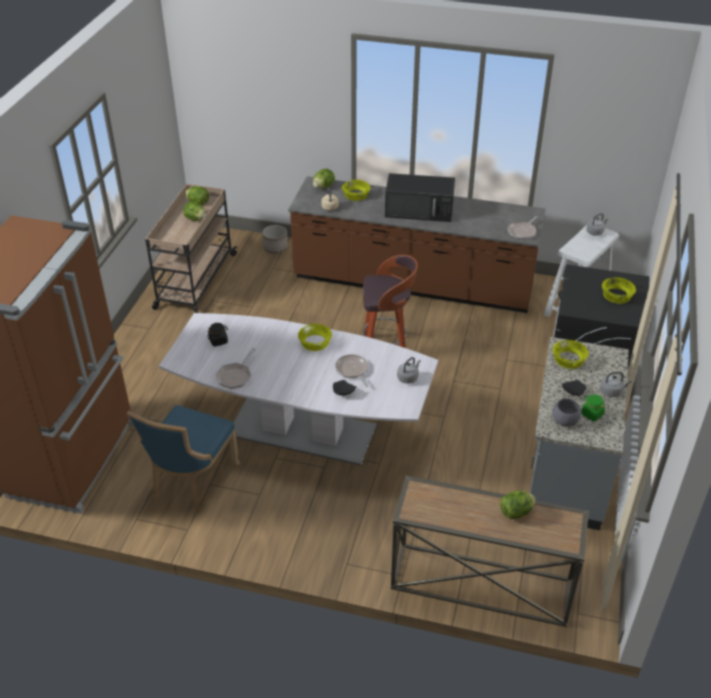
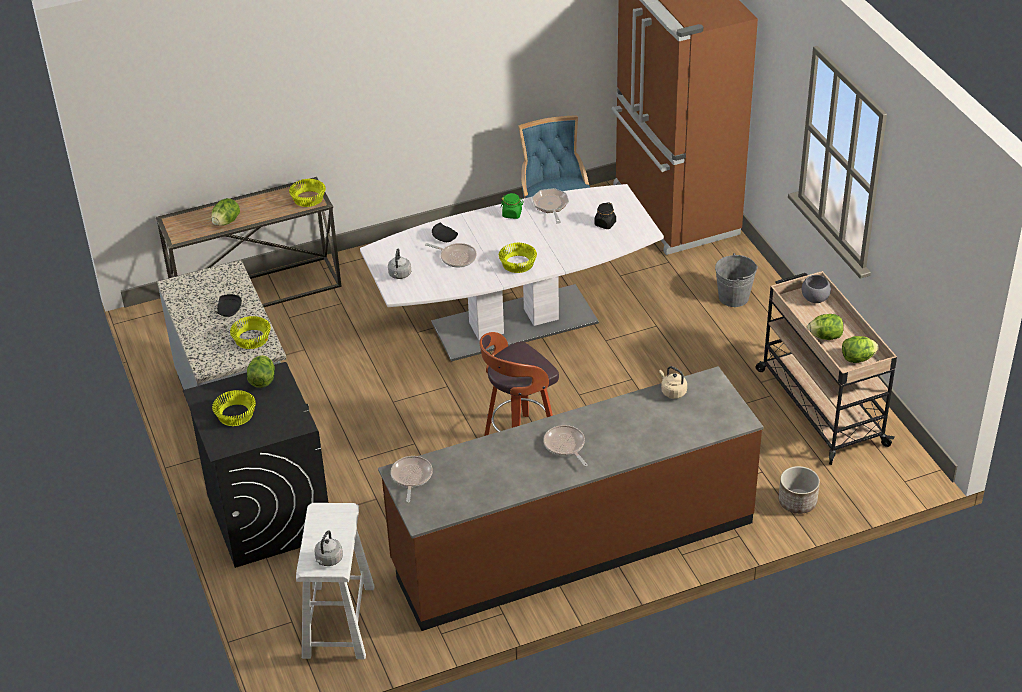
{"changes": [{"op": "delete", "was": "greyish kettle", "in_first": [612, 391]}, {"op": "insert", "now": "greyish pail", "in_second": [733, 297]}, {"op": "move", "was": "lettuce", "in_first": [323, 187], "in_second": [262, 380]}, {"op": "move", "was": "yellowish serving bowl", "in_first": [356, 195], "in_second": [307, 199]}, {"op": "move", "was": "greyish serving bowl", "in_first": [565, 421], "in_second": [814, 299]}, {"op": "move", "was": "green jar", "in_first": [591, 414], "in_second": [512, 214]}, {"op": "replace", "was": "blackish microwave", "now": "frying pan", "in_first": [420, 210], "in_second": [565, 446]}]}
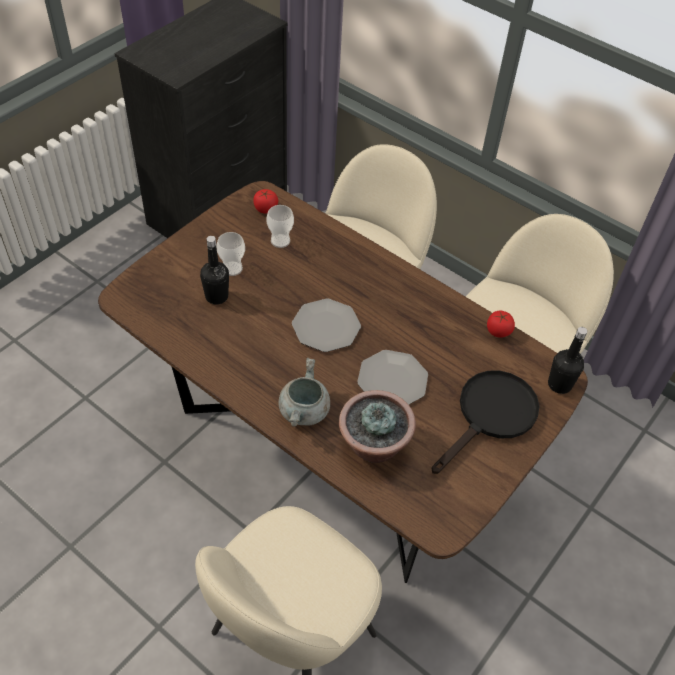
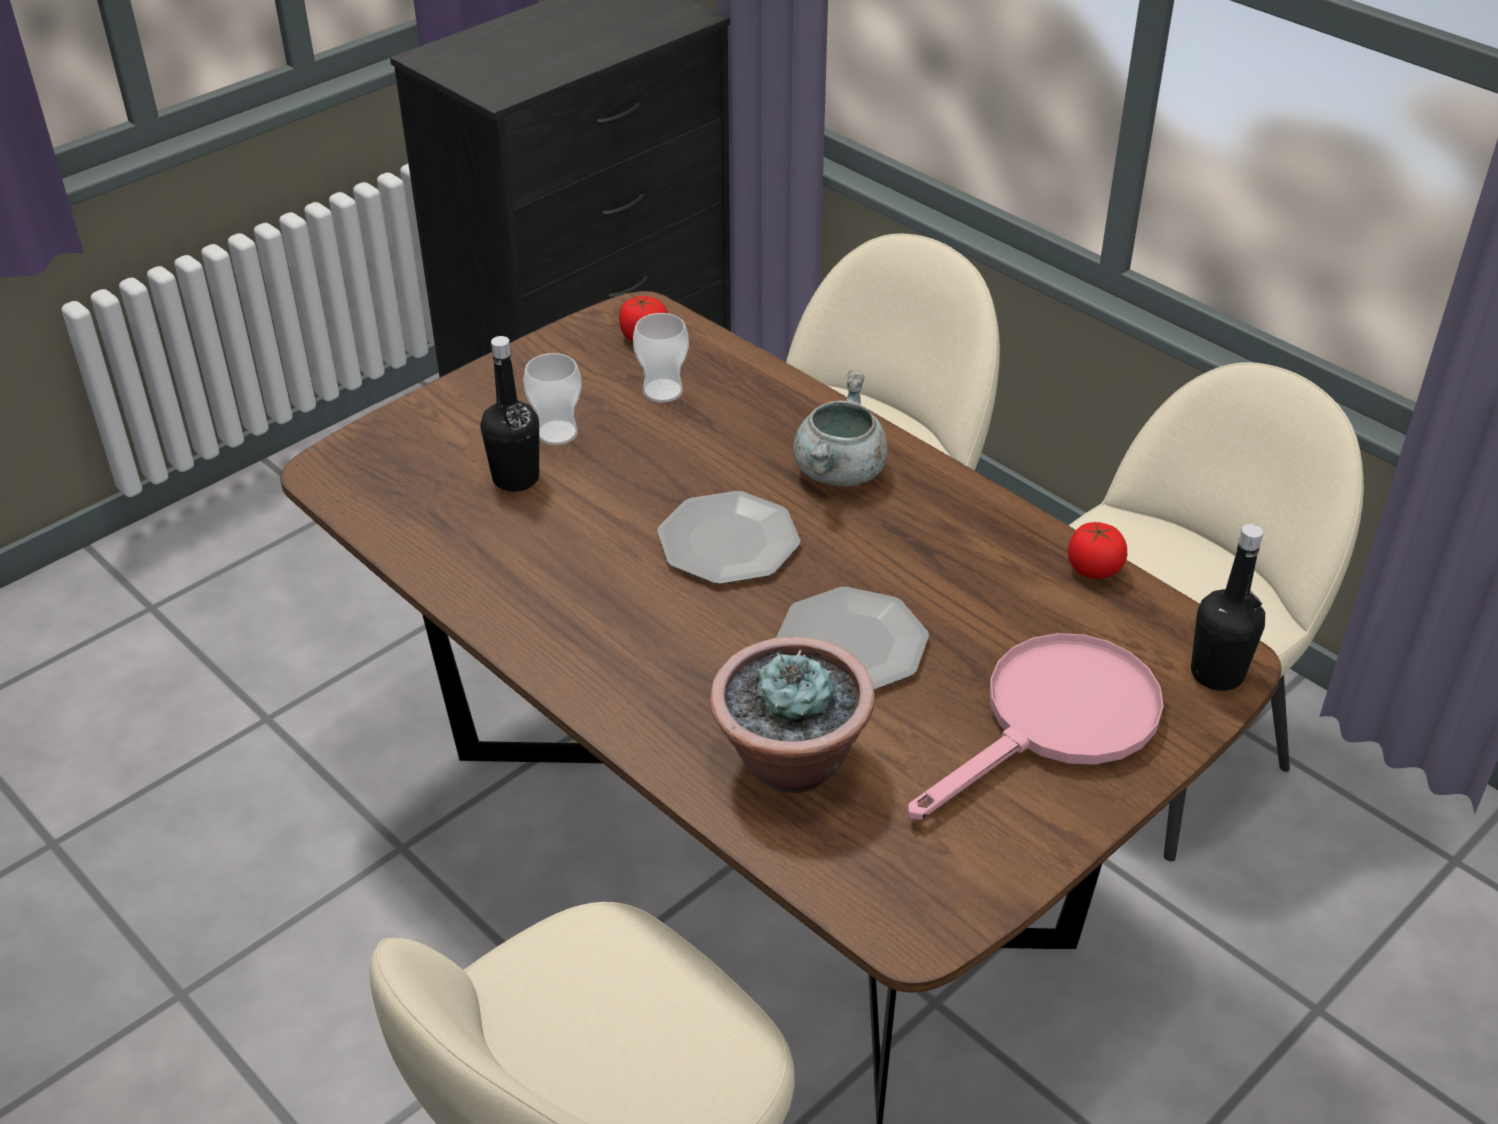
{"changes": [{"op": "move", "was": "greyish stockpot", "in_first": [304, 412], "in_second": [840, 473]}, {"op": "recolor", "was": "blackish frying pan", "now": "pink frying pan", "in_first": [490, 416], "in_second": [1055, 722]}]}
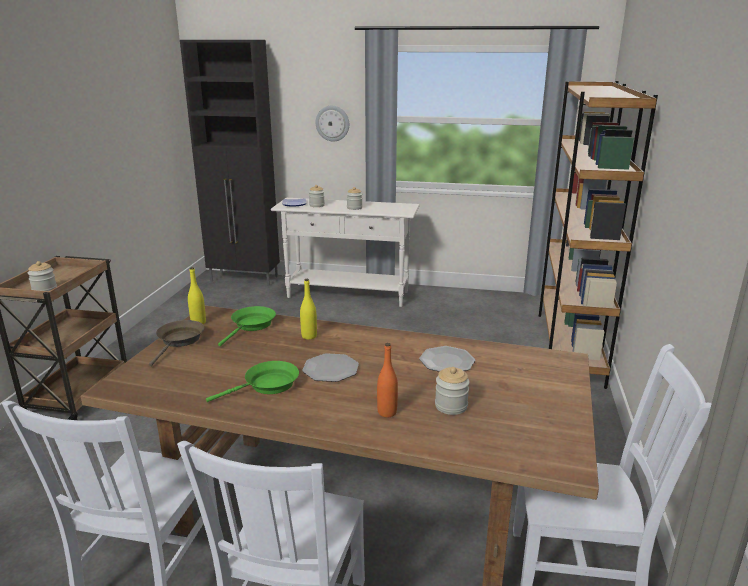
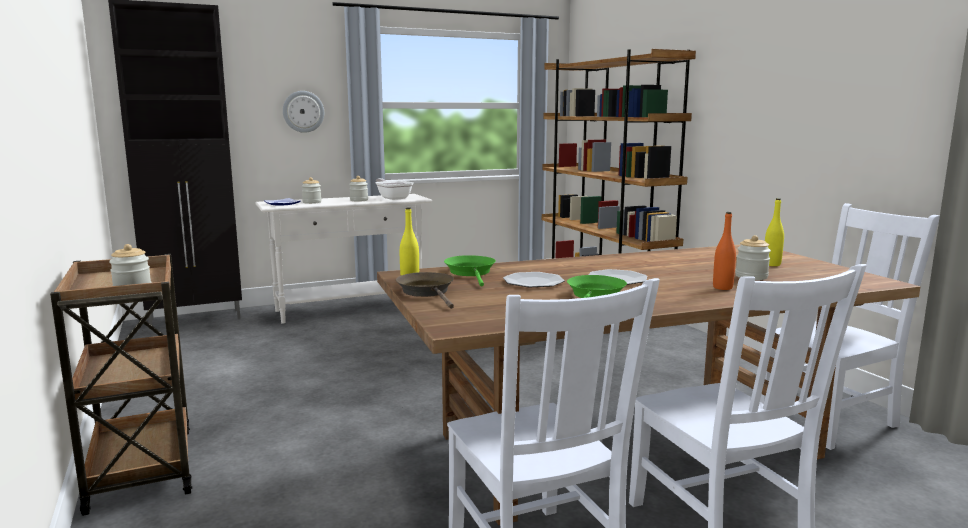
{"changes": [{"op": "insert", "now": "frying pan", "in_second": [393, 198]}, {"op": "move", "was": "yellowish beverage bottle", "in_first": [309, 336], "in_second": [772, 264]}, {"op": "move", "was": "dinner plate", "in_first": [447, 361], "in_second": [533, 282]}]}
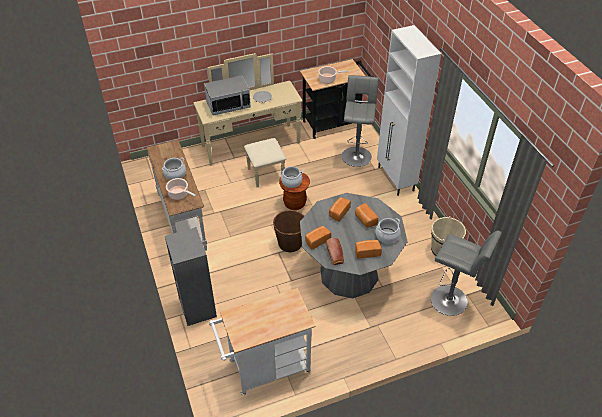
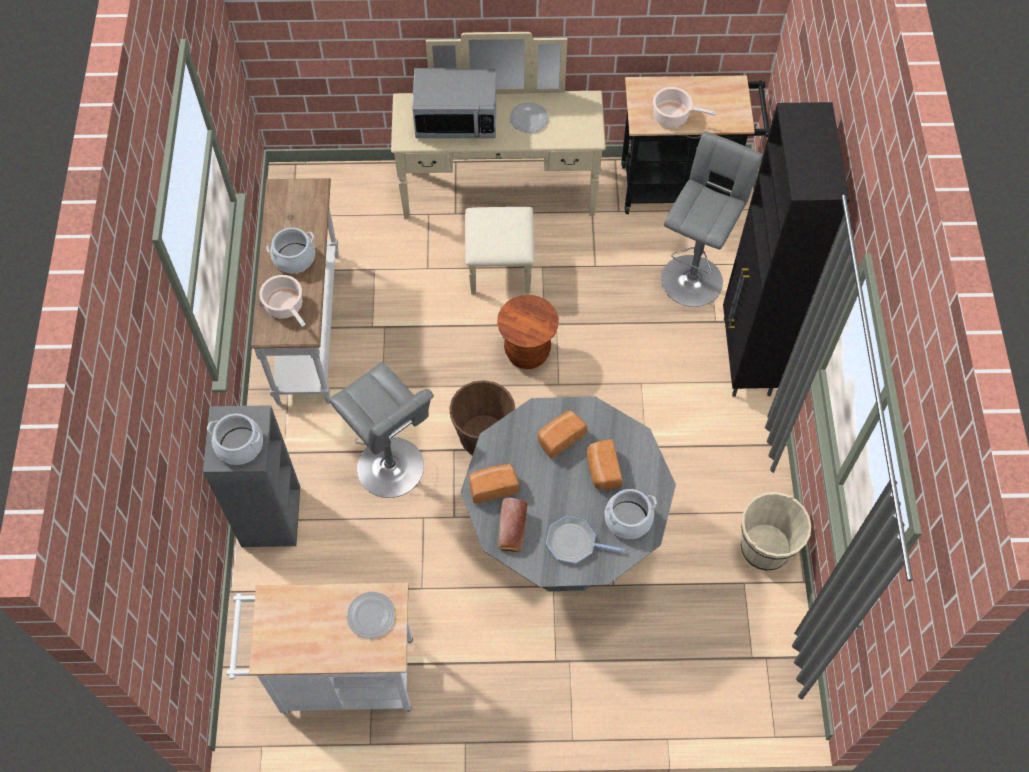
{"changes": [{"op": "insert", "now": "dinner plate", "in_second": [372, 616]}, {"op": "move", "was": "stockpot", "in_first": [291, 182], "in_second": [239, 446]}, {"op": "move", "was": "greyish stool", "in_first": [451, 301], "in_second": [394, 471]}, {"op": "replace", "was": "bread", "now": "frying pan", "in_first": [367, 252], "in_second": [574, 542]}, {"op": "recolor", "was": "whitish cabinet", "now": "blackish cabinet", "in_first": [395, 179], "in_second": [746, 358]}]}
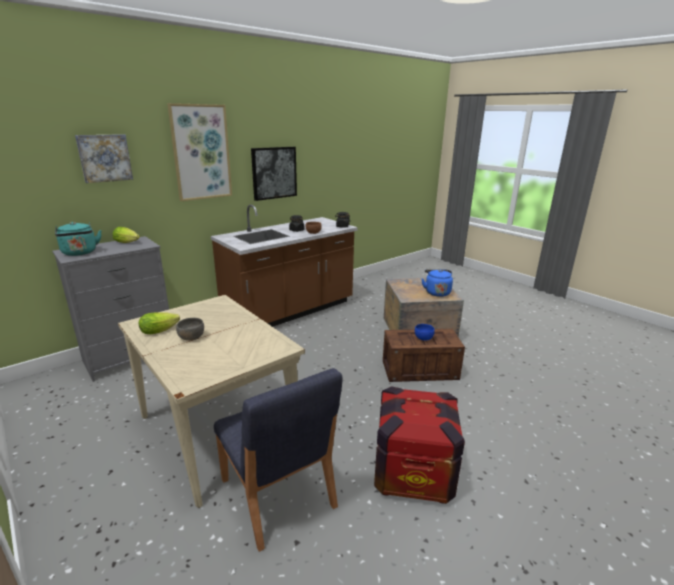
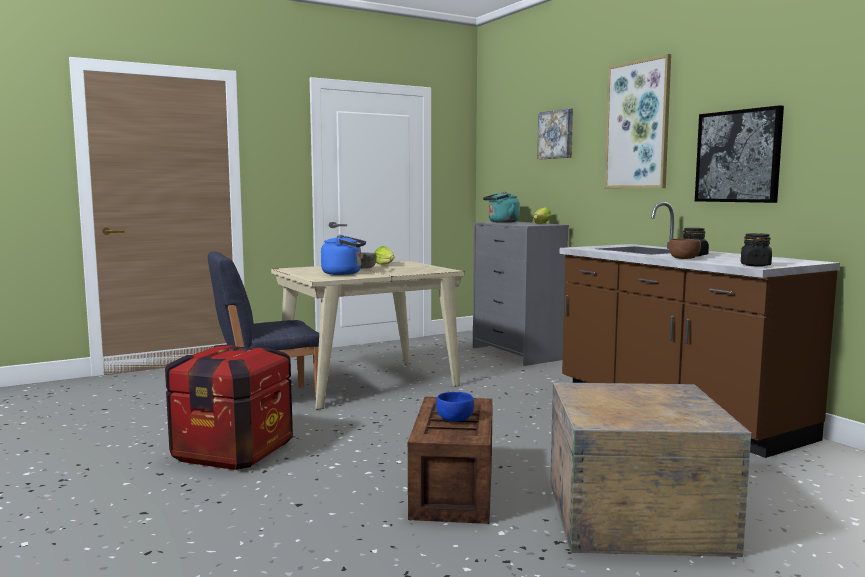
{"changes": [{"op": "move", "was": "bluish kettle", "in_first": [436, 292], "in_second": [344, 273]}]}
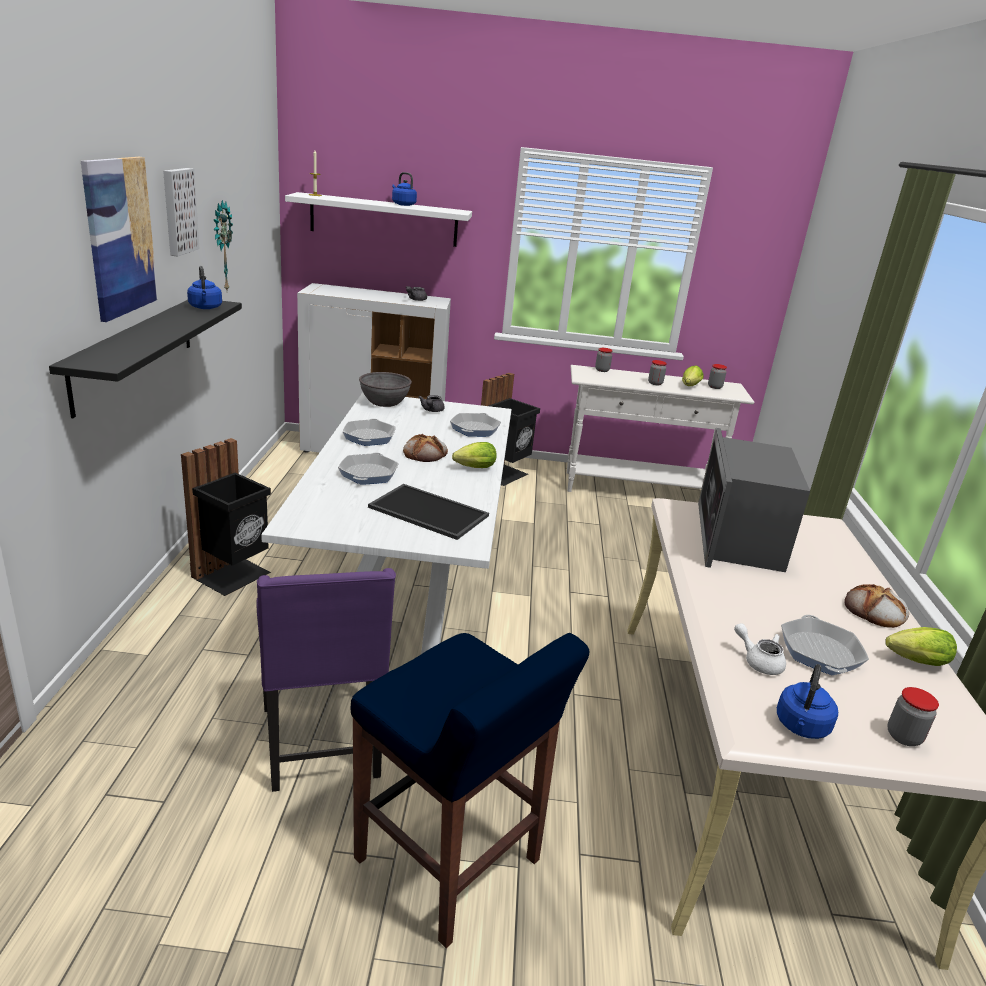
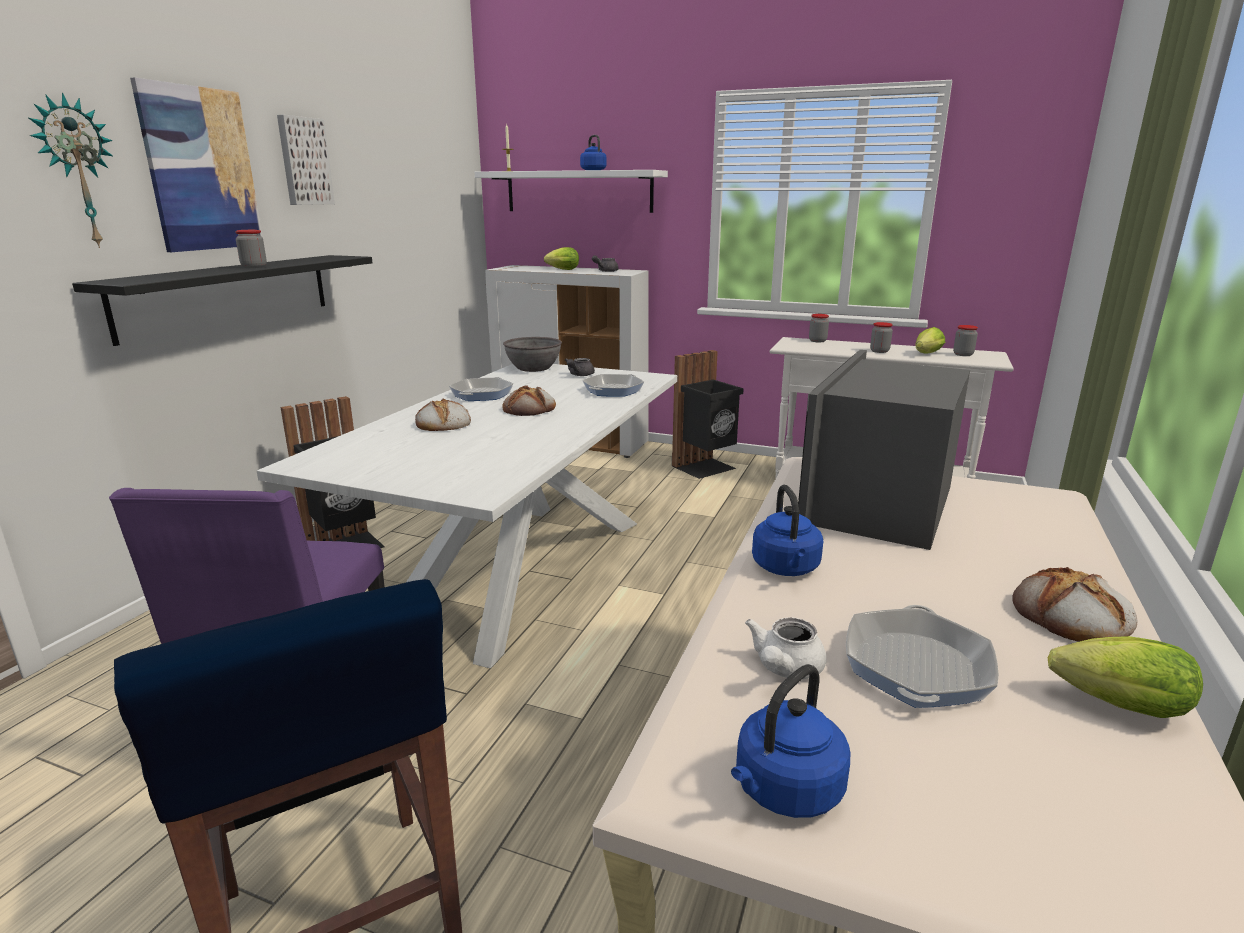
{"changes": [{"op": "delete", "was": "tray", "in_first": [426, 512]}, {"op": "move", "was": "bluish kettle", "in_first": [205, 308], "in_second": [786, 568]}, {"op": "move", "was": "hanging clock", "in_first": [220, 246], "in_second": [77, 173]}, {"op": "move", "was": "lettuce", "in_first": [472, 468], "in_second": [561, 270]}, {"op": "move", "was": "jar", "in_first": [903, 737], "in_second": [254, 267]}, {"op": "replace", "was": "frying pan", "now": "bread", "in_first": [368, 473], "in_second": [442, 424]}, {"op": "rotate", "was": "whitish tea pot", "in_first": [759, 661], "in_second": [784, 669], "clockwise": -120}]}
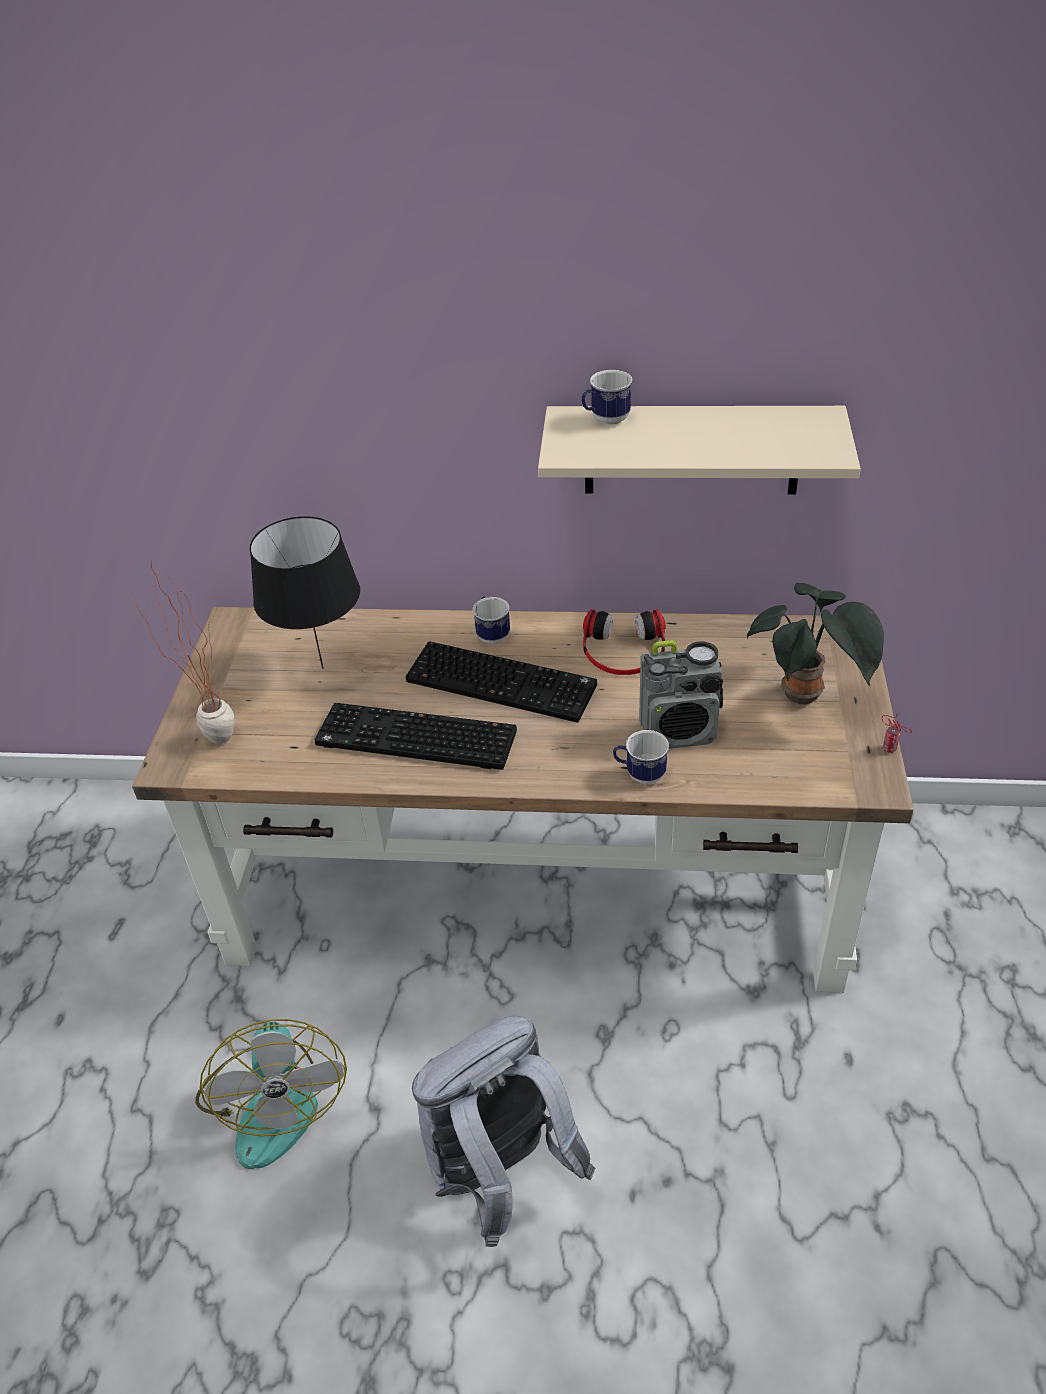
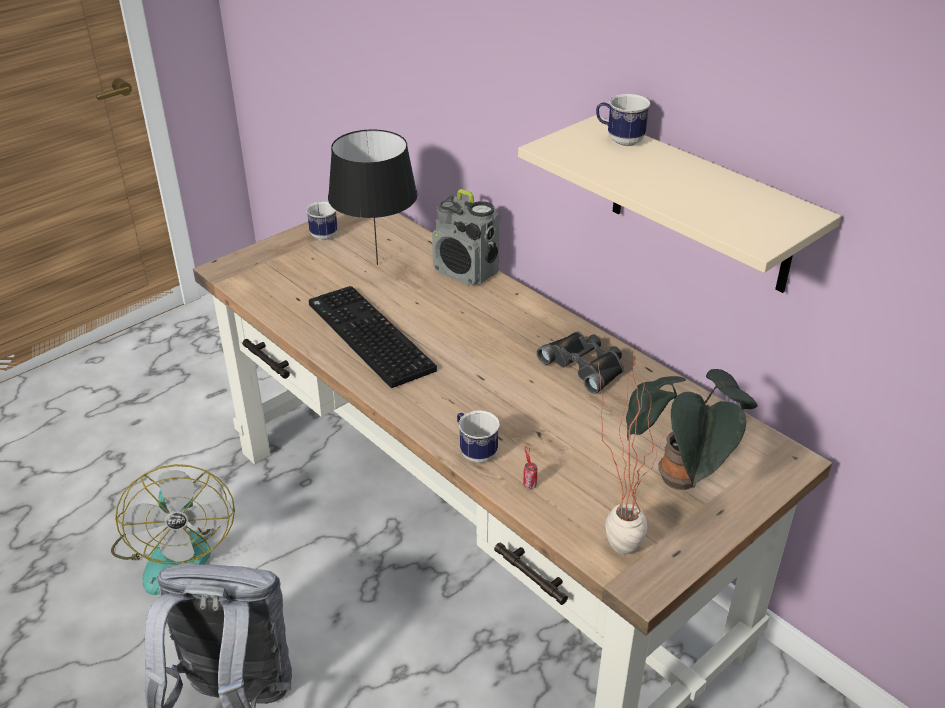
{"changes": [{"op": "delete", "was": "PC keyboard", "in_first": [504, 682]}, {"op": "move", "was": "potted plant", "in_first": [211, 737], "in_second": [614, 540]}, {"op": "move", "was": "coffee mug", "in_first": [491, 634], "in_second": [326, 233]}, {"op": "move", "was": "radio set", "in_first": [679, 732], "in_second": [466, 272]}, {"op": "move", "was": "metal can", "in_first": [891, 749], "in_second": [530, 486]}, {"op": "replace", "was": "headset", "now": "blackish pair of binoculars", "in_first": [623, 650], "in_second": [585, 366]}, {"op": "rotate", "was": "electric fan", "in_first": [274, 1101], "in_second": [175, 550], "clockwise": -45}]}
